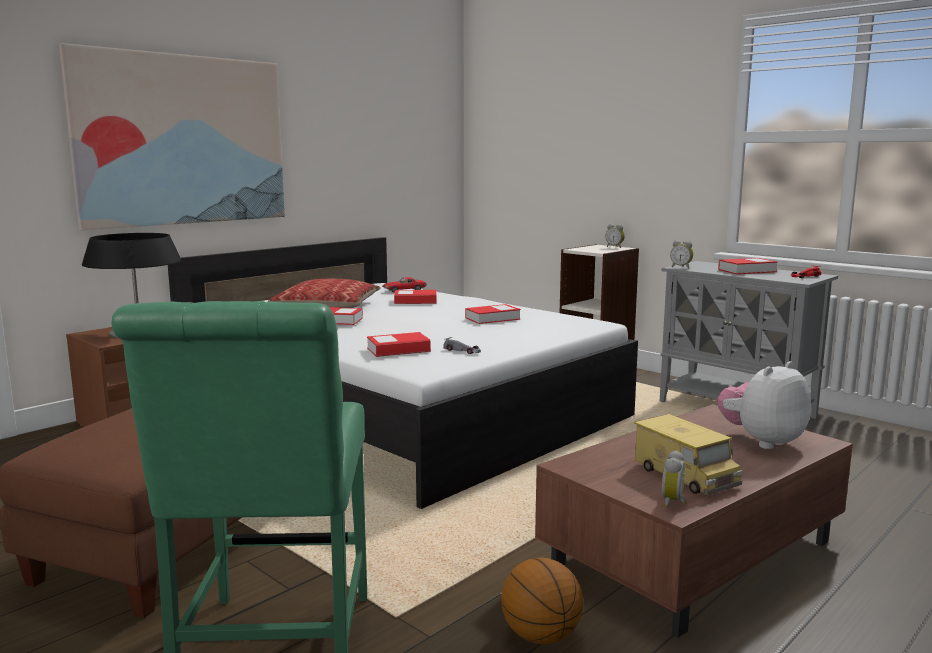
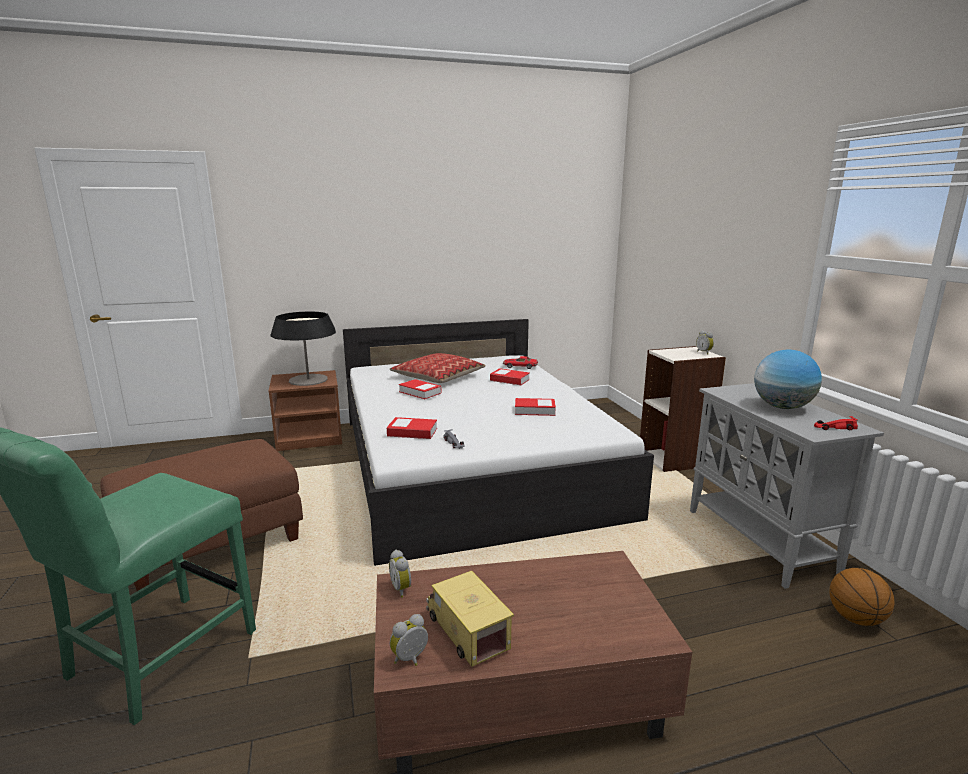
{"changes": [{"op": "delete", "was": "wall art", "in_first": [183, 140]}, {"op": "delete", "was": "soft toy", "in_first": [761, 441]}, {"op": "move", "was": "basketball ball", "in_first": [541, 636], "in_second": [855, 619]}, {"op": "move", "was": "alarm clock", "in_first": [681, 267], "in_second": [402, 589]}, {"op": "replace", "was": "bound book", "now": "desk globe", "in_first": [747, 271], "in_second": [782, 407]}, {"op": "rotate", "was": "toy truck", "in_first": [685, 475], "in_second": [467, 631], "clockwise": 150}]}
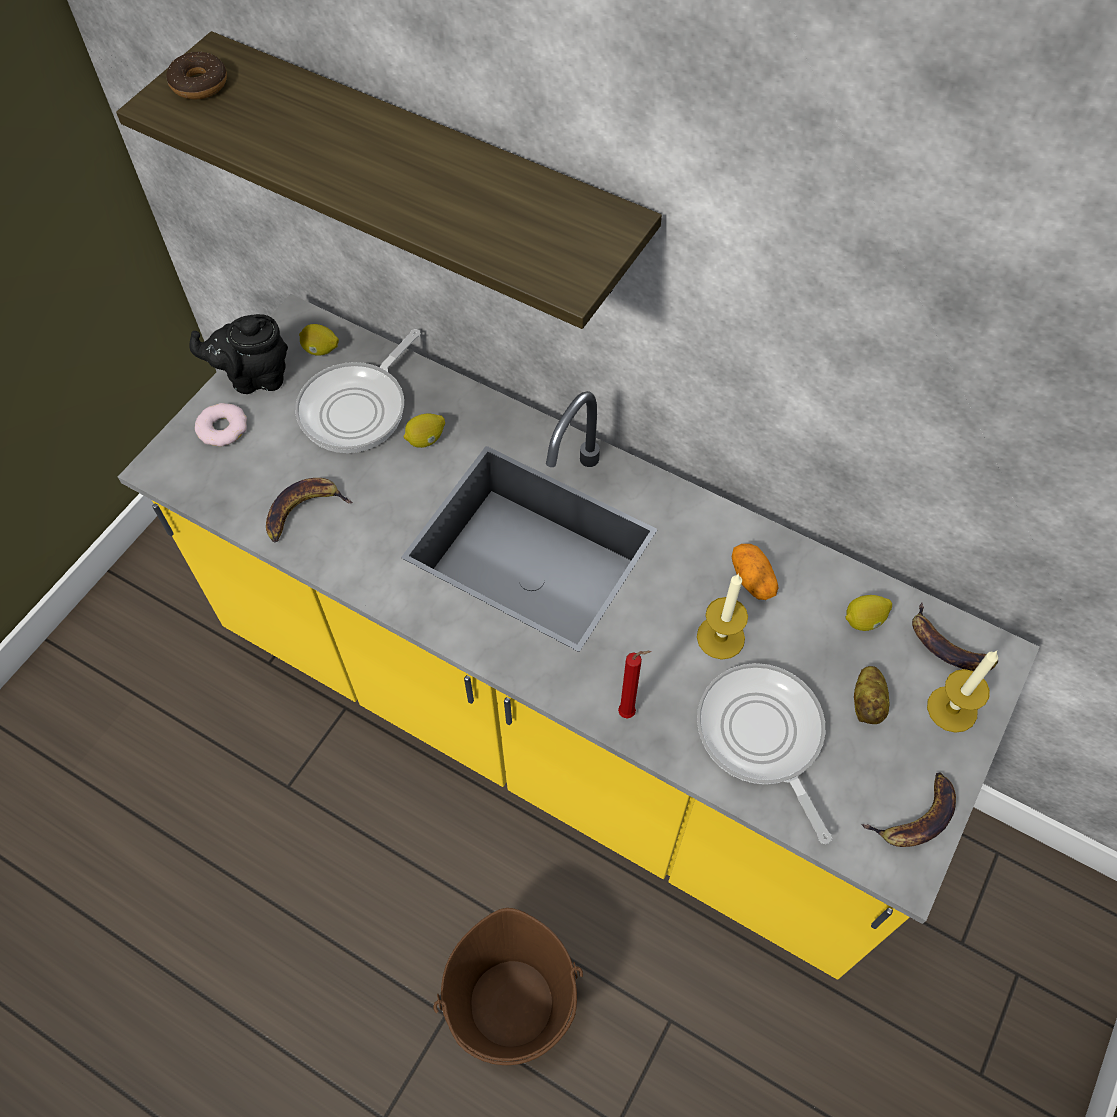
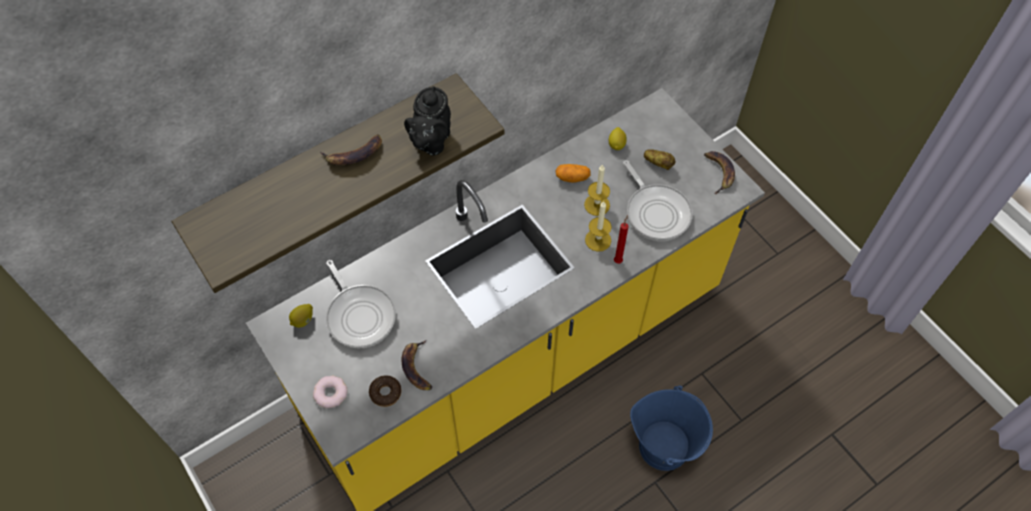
{"changes": [{"op": "delete", "was": "citrus fruit", "in_first": [426, 440]}, {"op": "move", "was": "donut", "in_first": [199, 84], "in_second": [385, 393]}, {"op": "move", "was": "blackish tea pot", "in_first": [255, 377], "in_second": [431, 141]}, {"op": "move", "was": "whole banana", "in_first": [947, 646], "in_second": [354, 155]}, {"op": "move", "was": "candle", "in_first": [952, 709], "in_second": [598, 240]}, {"op": "recolor", "was": "brown pail", "now": "bluish pail", "in_first": [513, 1005], "in_second": [664, 445]}, {"op": "rotate", "was": "frying pan", "in_first": [762, 737], "in_second": [656, 212], "clockwise": -120}]}
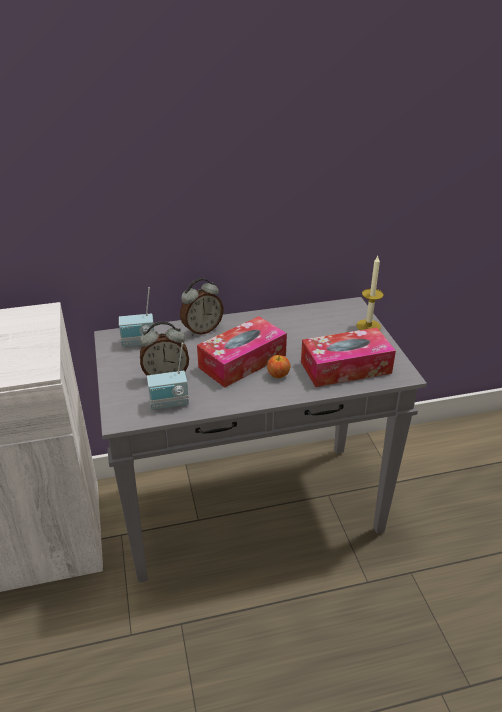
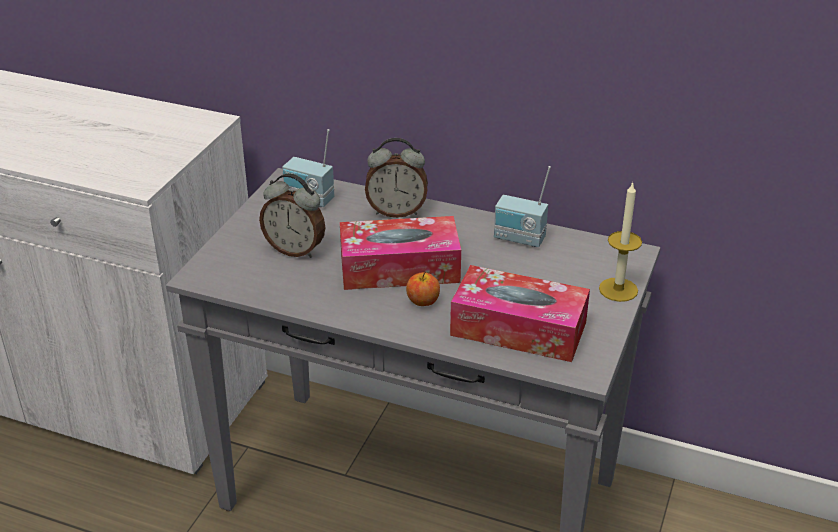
{"changes": [{"op": "move", "was": "radio set", "in_first": [169, 404], "in_second": [519, 239]}]}
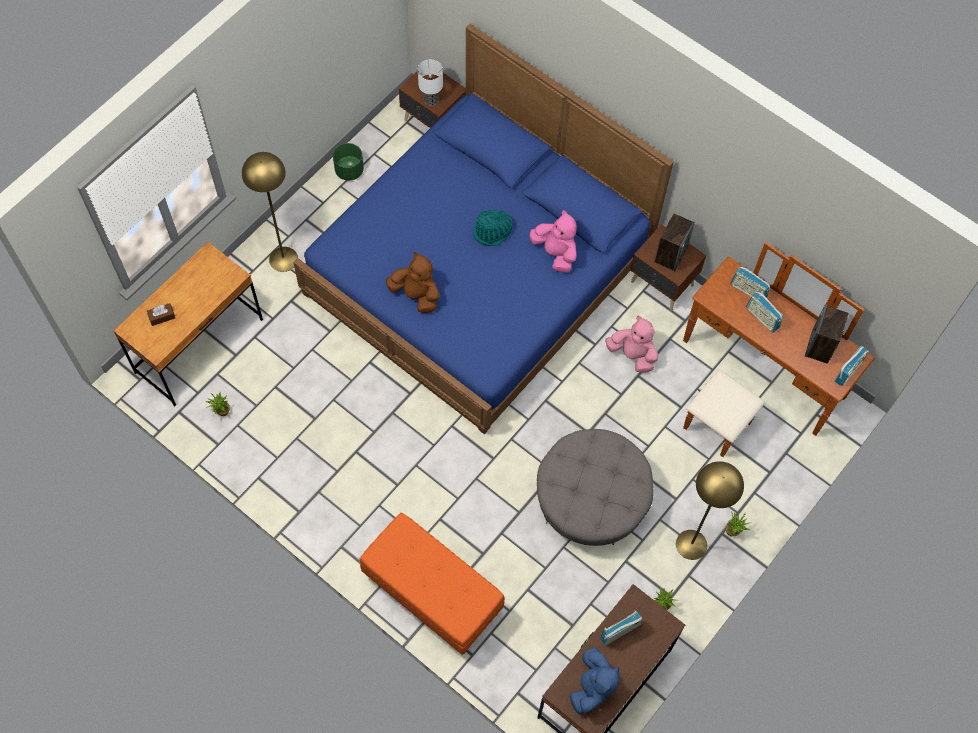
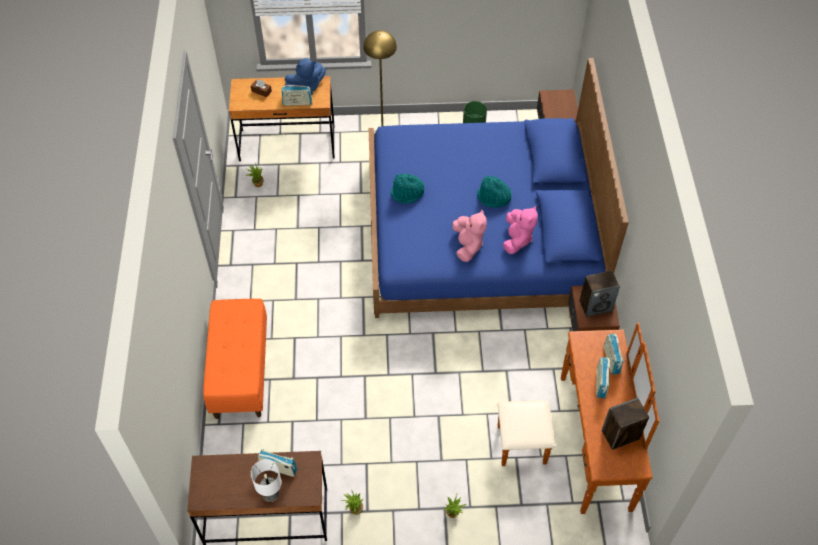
{"changes": [{"op": "delete", "was": "greyish ottoman", "in_first": [591, 500]}, {"op": "delete", "was": "yellowish standard lamp", "in_first": [691, 544]}, {"op": "move", "was": "lamp for a table", "in_first": [431, 100], "in_second": [270, 494]}, {"op": "move", "was": "bluish soft toy", "in_first": [592, 687], "in_second": [306, 87]}, {"op": "move", "was": "pink soft toy", "in_first": [632, 355], "in_second": [468, 246]}, {"op": "move", "was": "radio set", "in_first": [848, 371], "in_second": [297, 103]}, {"op": "replace", "was": "brown soft toy", "now": "turquoise hat", "in_first": [416, 295], "in_second": [407, 193]}]}
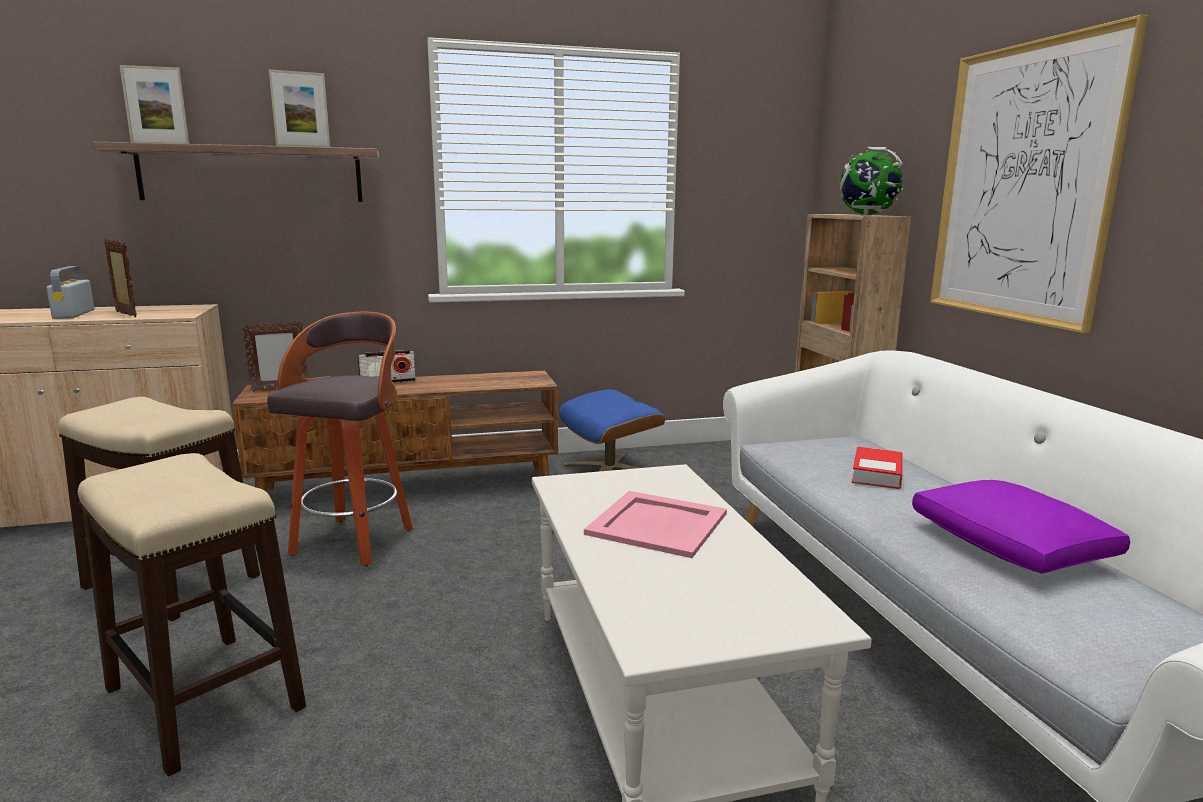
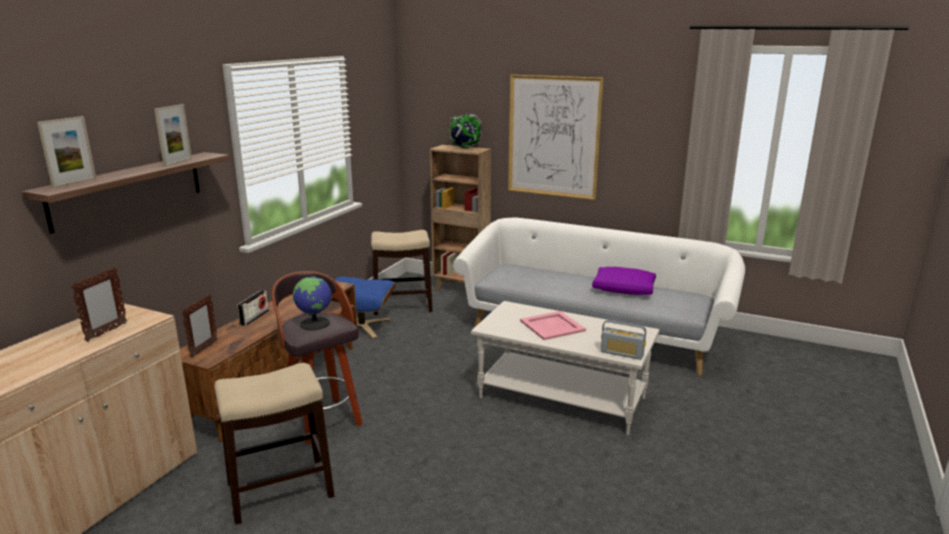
{"changes": [{"op": "delete", "was": "bound book", "in_first": [877, 474]}, {"op": "insert", "now": "desk globe", "in_second": [315, 324]}, {"op": "move", "was": "radio set", "in_first": [74, 314], "in_second": [622, 353]}, {"op": "move", "was": "stool", "in_first": [203, 697], "in_second": [402, 305]}, {"op": "rotate", "was": "standing frame", "in_first": [125, 314], "in_second": [106, 332], "clockwise": 120}]}
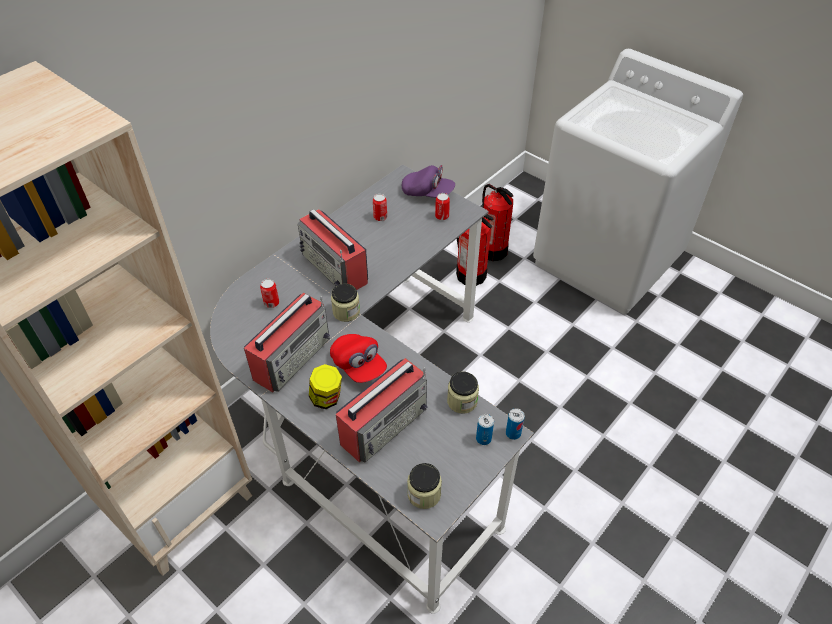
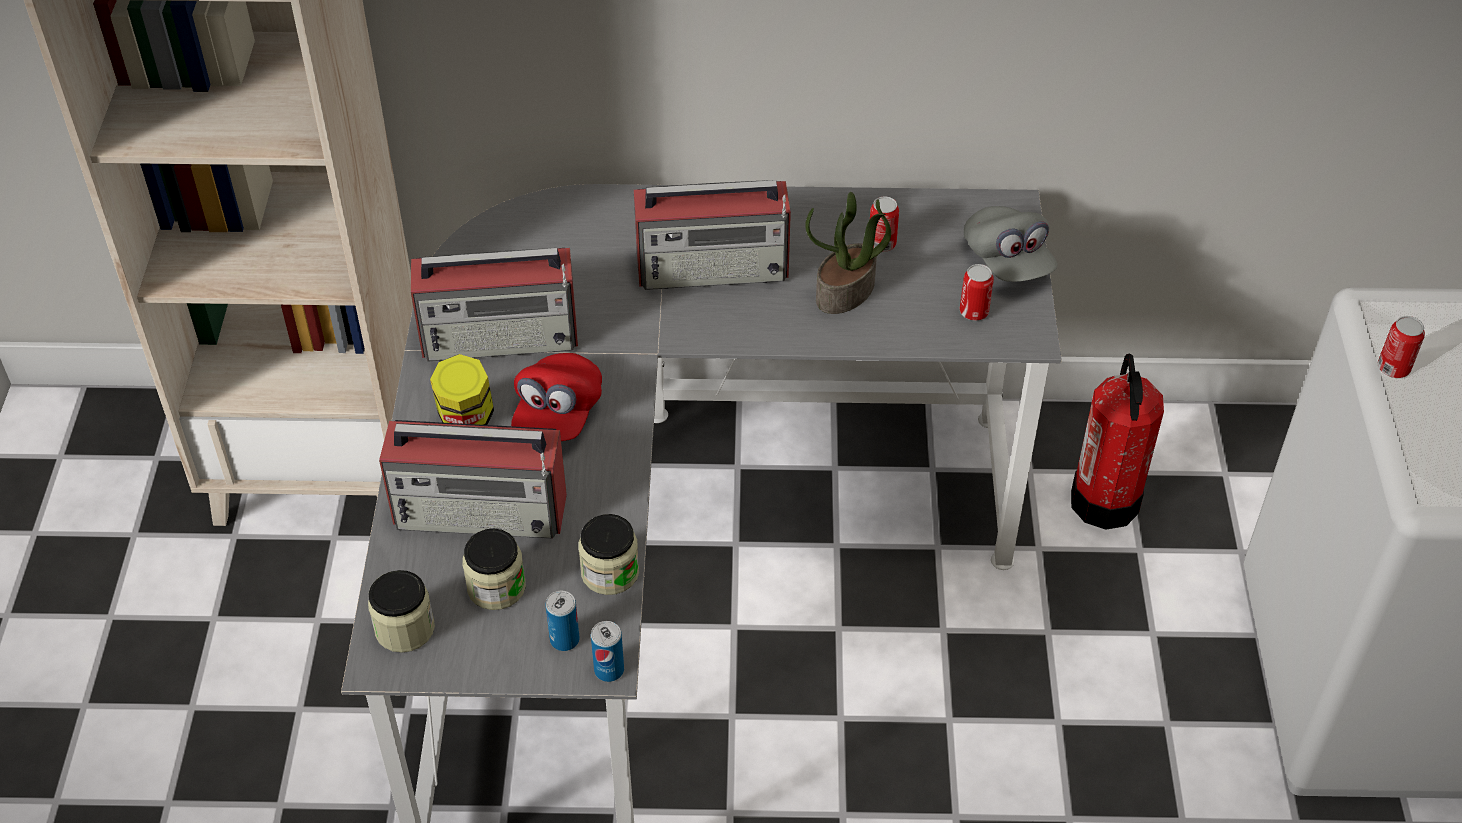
{"changes": [{"op": "delete", "was": "extinguisher", "in_first": [493, 250]}, {"op": "insert", "now": "potted plant", "in_second": [845, 293]}, {"op": "move", "was": "metal can", "in_first": [271, 303], "in_second": [1393, 368]}, {"op": "move", "was": "jar", "in_first": [346, 312], "in_second": [496, 587]}, {"op": "recolor", "was": "purple-coloured baseball cap", "now": "greyish baseball cap", "in_first": [427, 193], "in_second": [1008, 261]}, {"op": "rotate", "was": "radio set", "in_first": [335, 269], "in_second": [714, 267], "clockwise": -105}]}
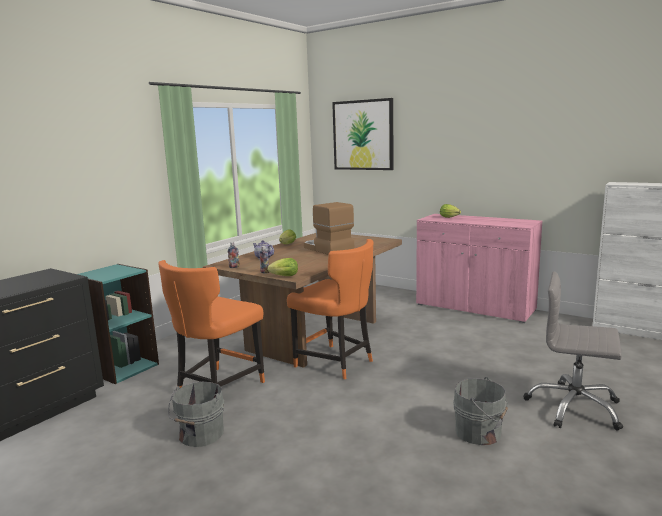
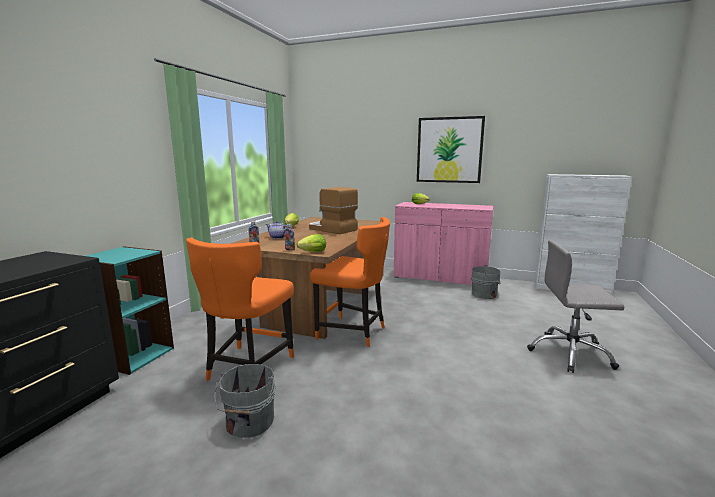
{"changes": [{"op": "move", "was": "wall art", "in_first": [363, 135], "in_second": [449, 150]}, {"op": "move", "was": "greyish pail", "in_first": [480, 433], "in_second": [485, 294]}]}
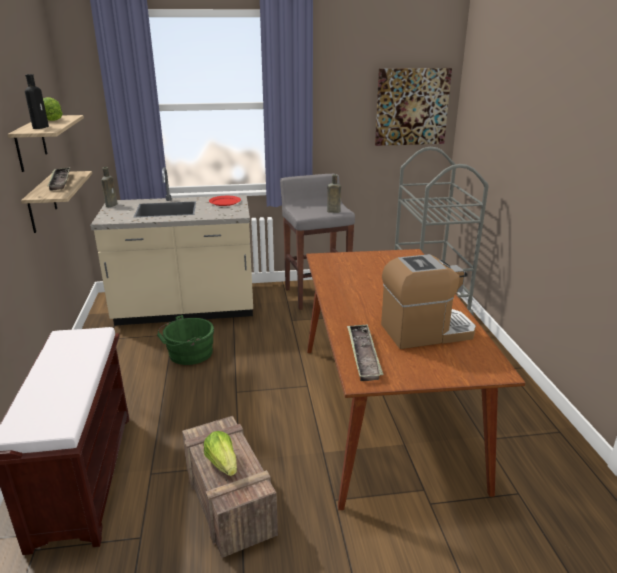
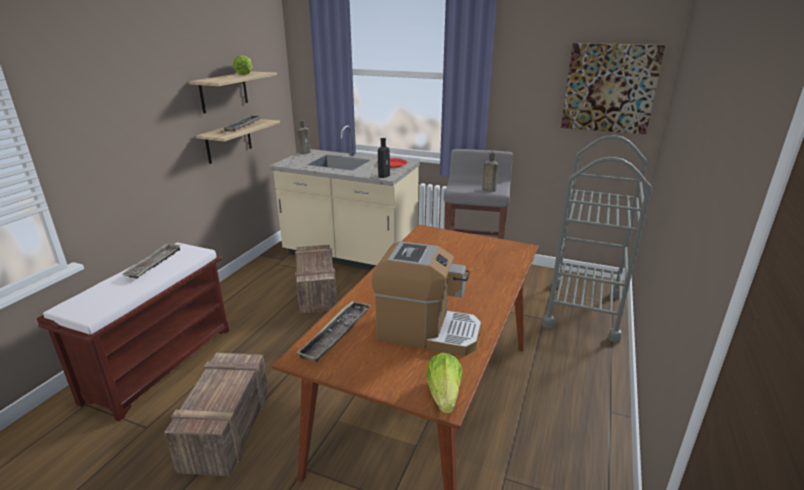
{"changes": [{"op": "insert", "now": "tray", "in_second": [154, 264]}, {"op": "move", "was": "blackish beverage bottle", "in_first": [41, 127], "in_second": [384, 175]}, {"op": "move", "was": "lettuce", "in_first": [222, 463], "in_second": [444, 395]}, {"op": "replace", "was": "green pail", "now": "crate", "in_first": [188, 354], "in_second": [317, 293]}]}
